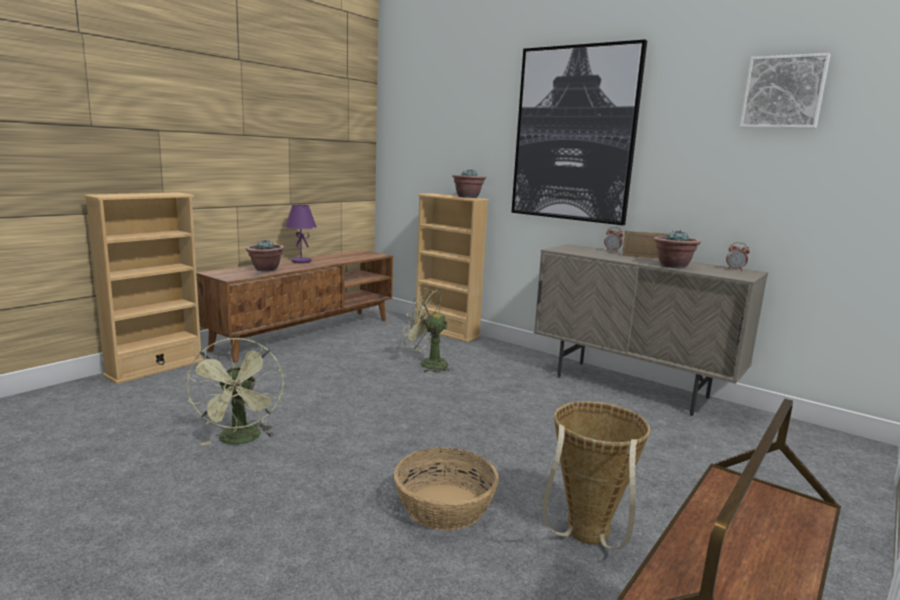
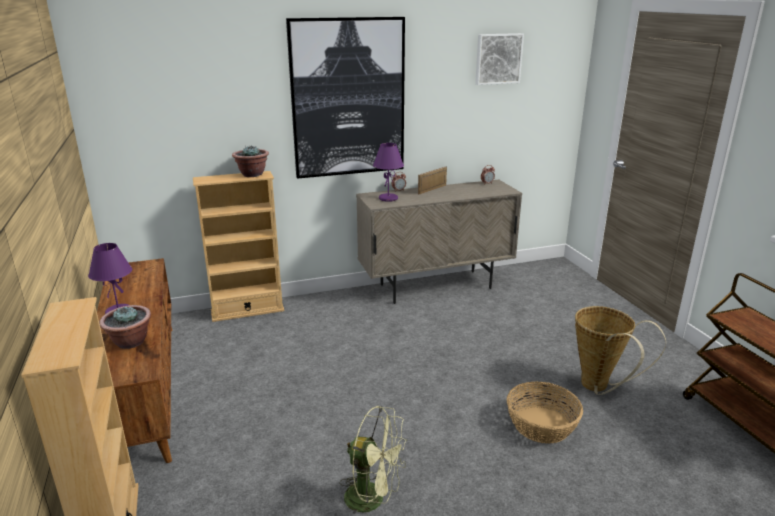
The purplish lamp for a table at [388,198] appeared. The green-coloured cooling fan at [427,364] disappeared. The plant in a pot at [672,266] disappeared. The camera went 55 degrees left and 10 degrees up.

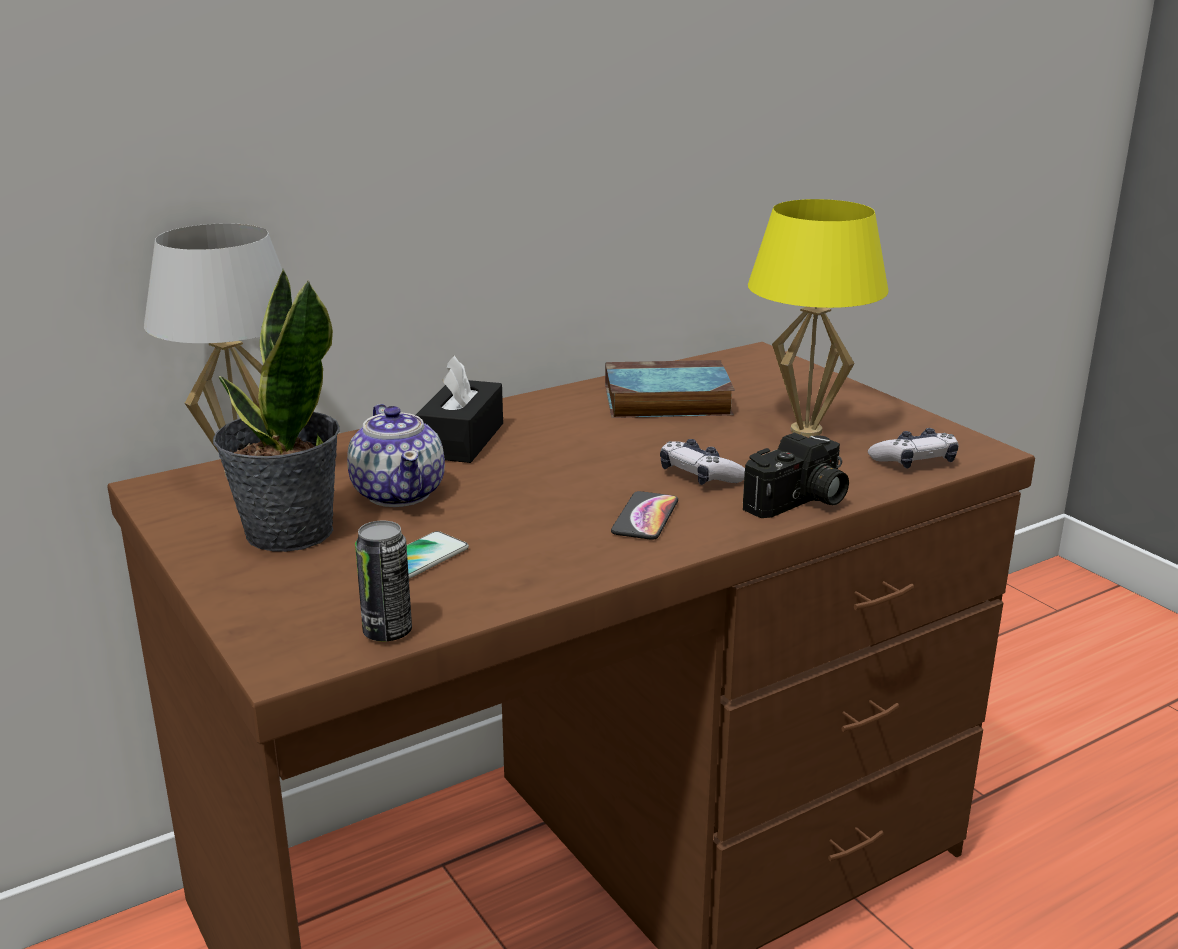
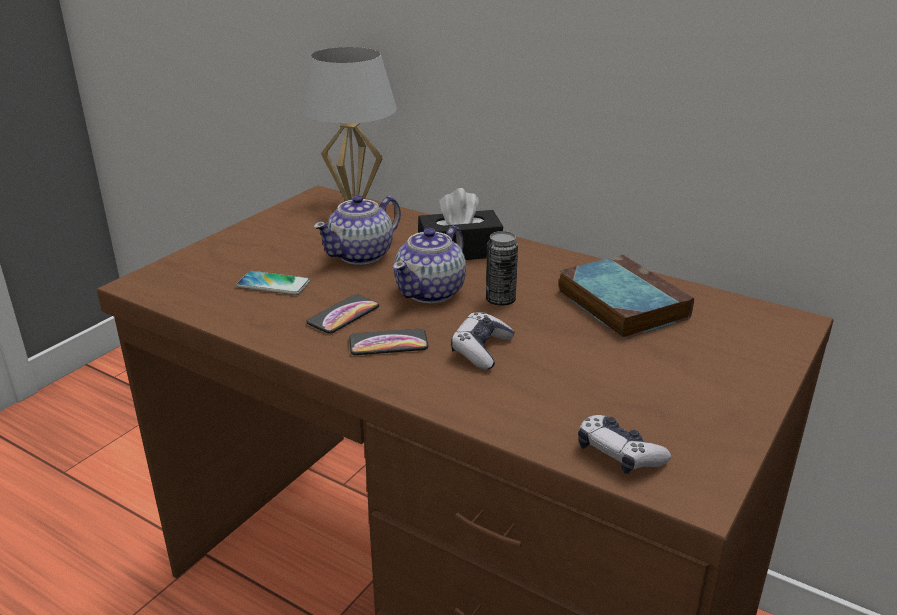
The handset at [343,315] appeared. The tea pot at [431,292] appeared. The metal can moved from [387,632] to [500,300]. The plant in a pot at [288,532] disappeared. The still camera at [800,502] disappeared. The yellow-coloured lamp for a table at [806,430] disappeared. The camera went 65 degrees right and 5 degrees up.

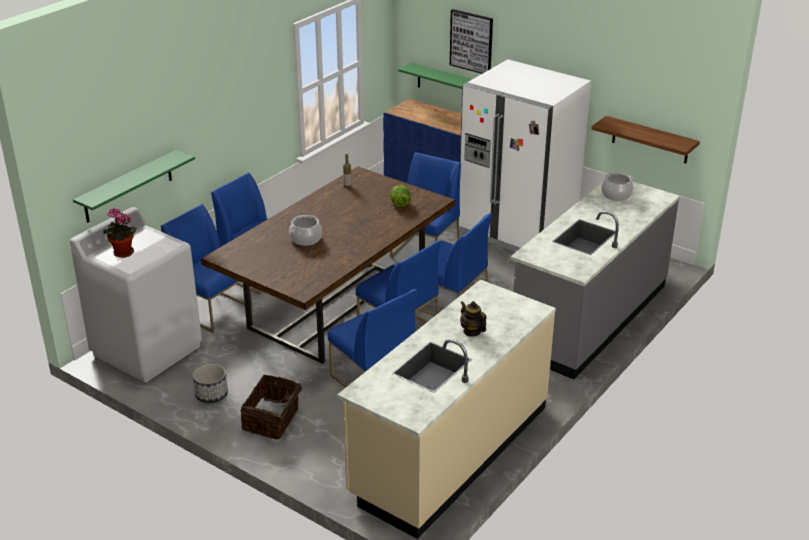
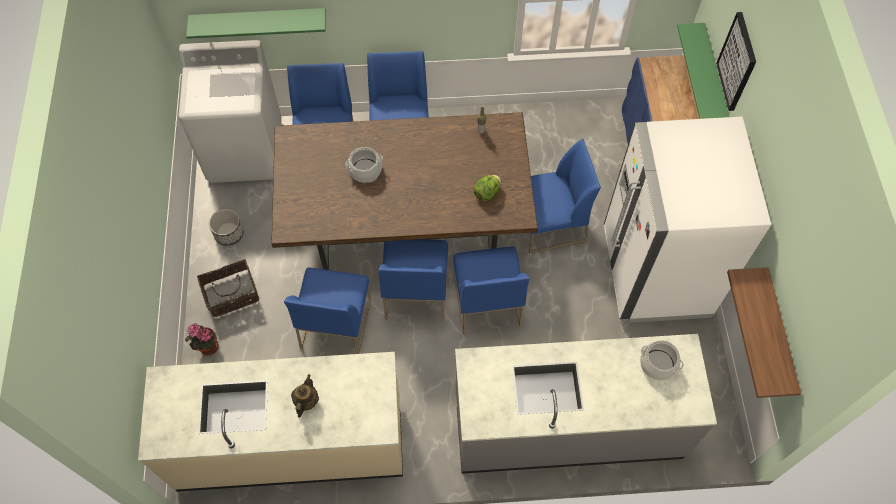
The plant in a pot moved from [122,254] to [207,347]. The camera went 50 degrees right and 30 degrees up.

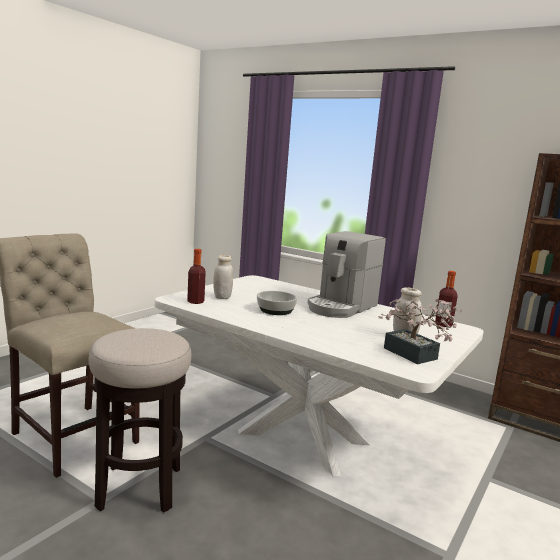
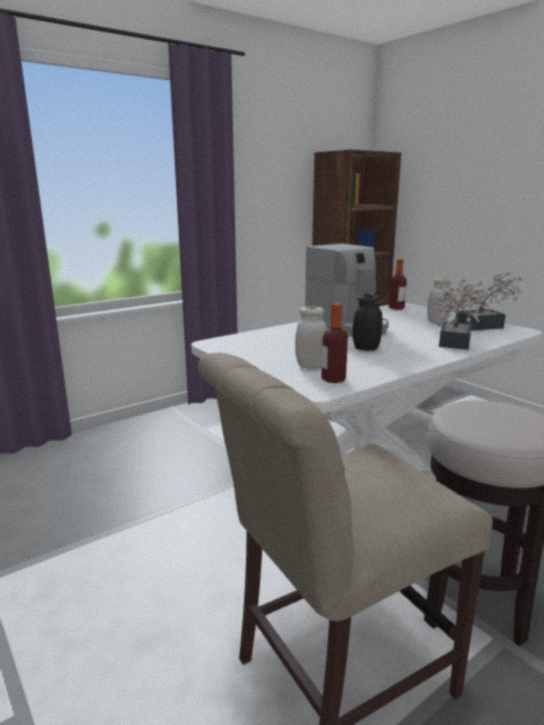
The serving bowl at [276,310] was replaced by the blackish jar at [366,348]. The plant in a pot at [455,341] appeared. The camera went 70 degrees left and 5 degrees up.

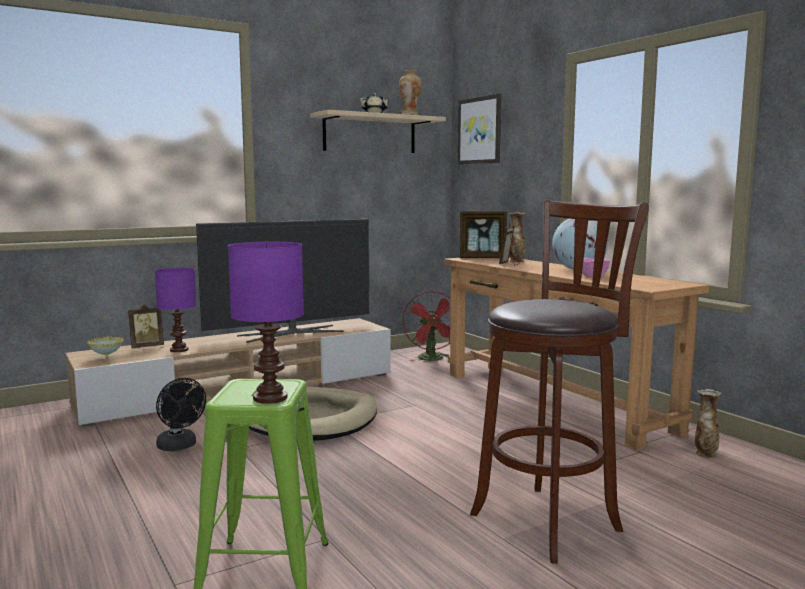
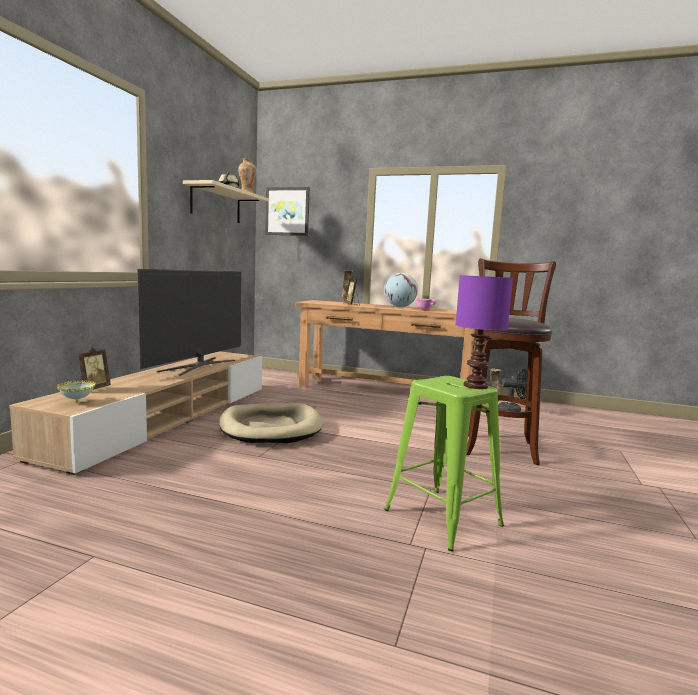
The blackish cooling fan moved from [179,446] to [513,411]. The purplish lamp for a table at [179,350] disappeared. The red cooling fan at [432,359] disappeared. The picture frame at [483,258] disappeared. The camera went 40 degrees left and 0 degrees up.

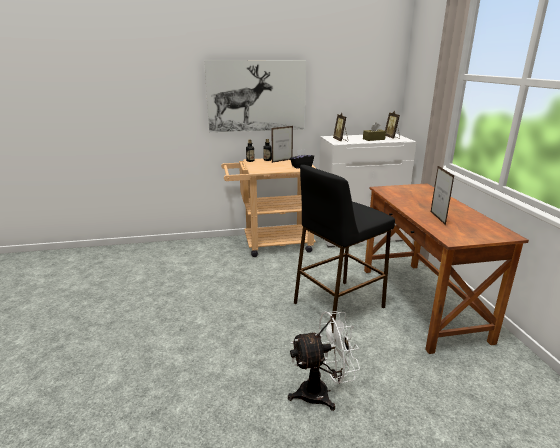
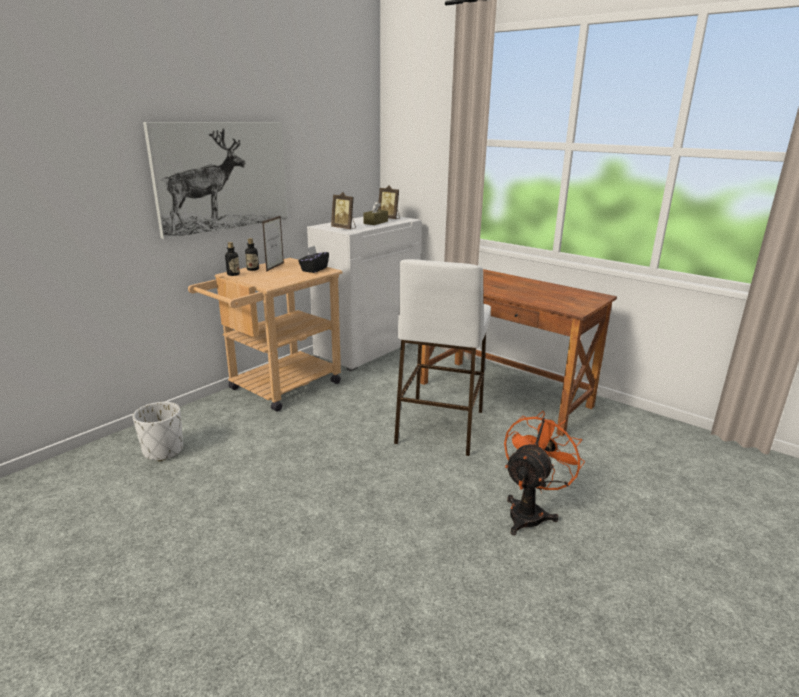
The white-coloured plant pot at [163,451] appeared. The blackish stool at [338,305] became the white-coloured stool at [440,427]. The white-coloured cooling fan at [322,392] became the orange-coloured cooling fan at [530,512]. The picture frame at [437,218] disappeared. The camera went 40 degrees left and 0 degrees up.

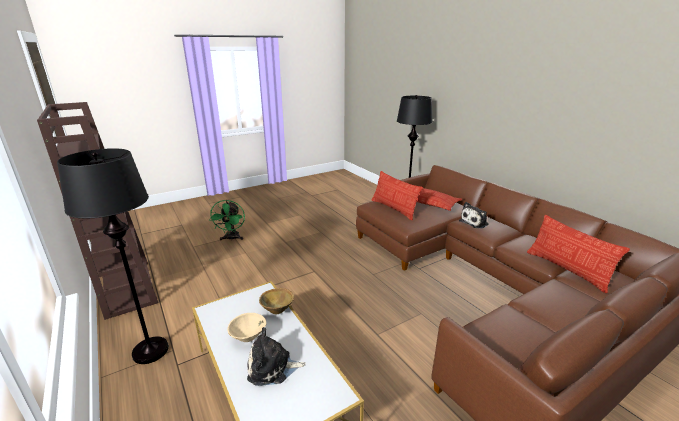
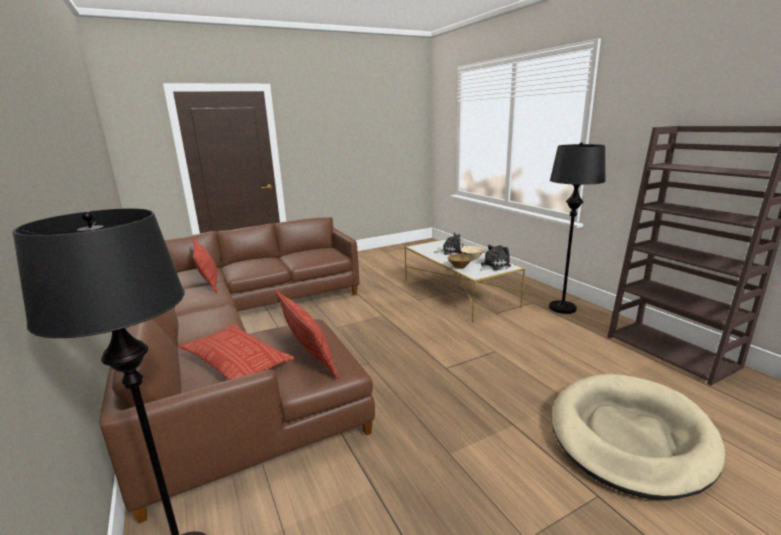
The plush toy moved from [475,222] to [493,266]. The green-coloured cooling fan at [231,238] was replaced by the beige-coloured dog cushion at [630,436]. The camera went 175 degrees left and 5 degrees down.

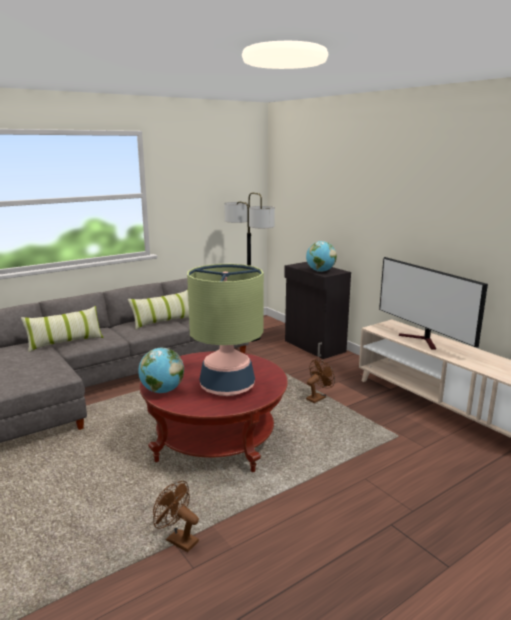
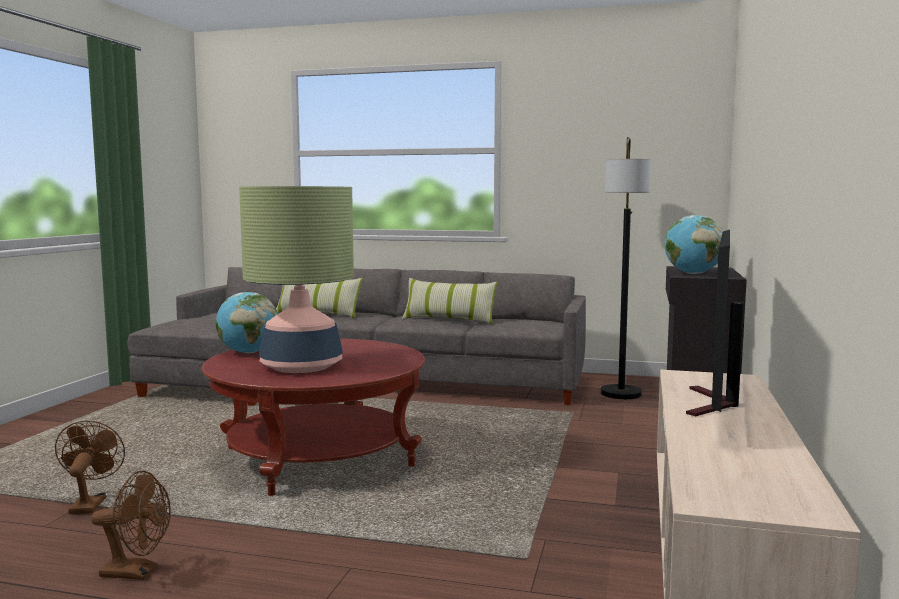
The brown cooling fan moved from [318,398] to [137,572]. The camera went 50 degrees right and 10 degrees down.

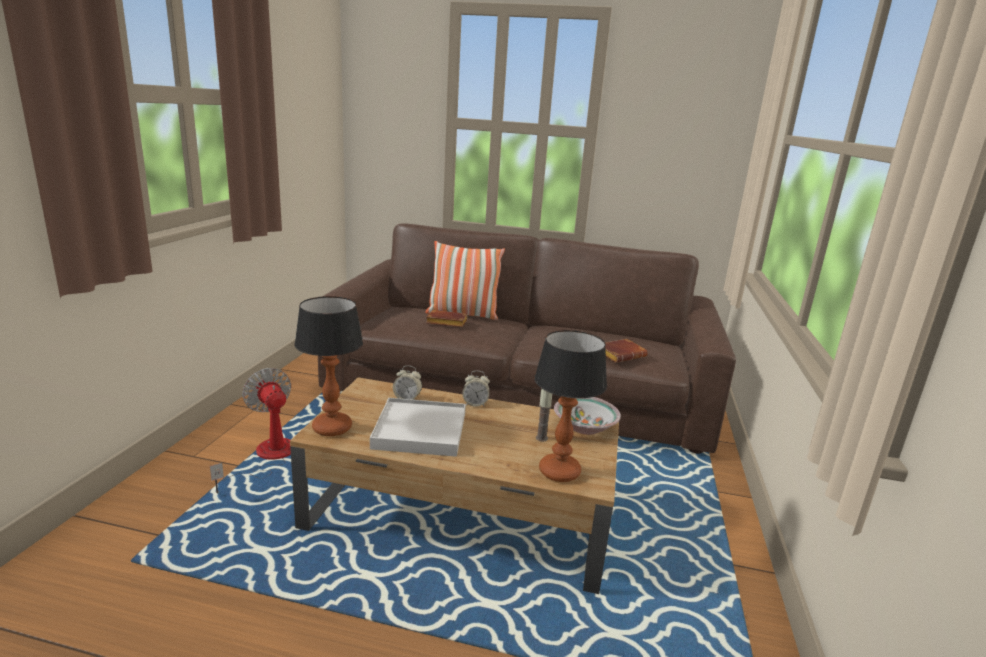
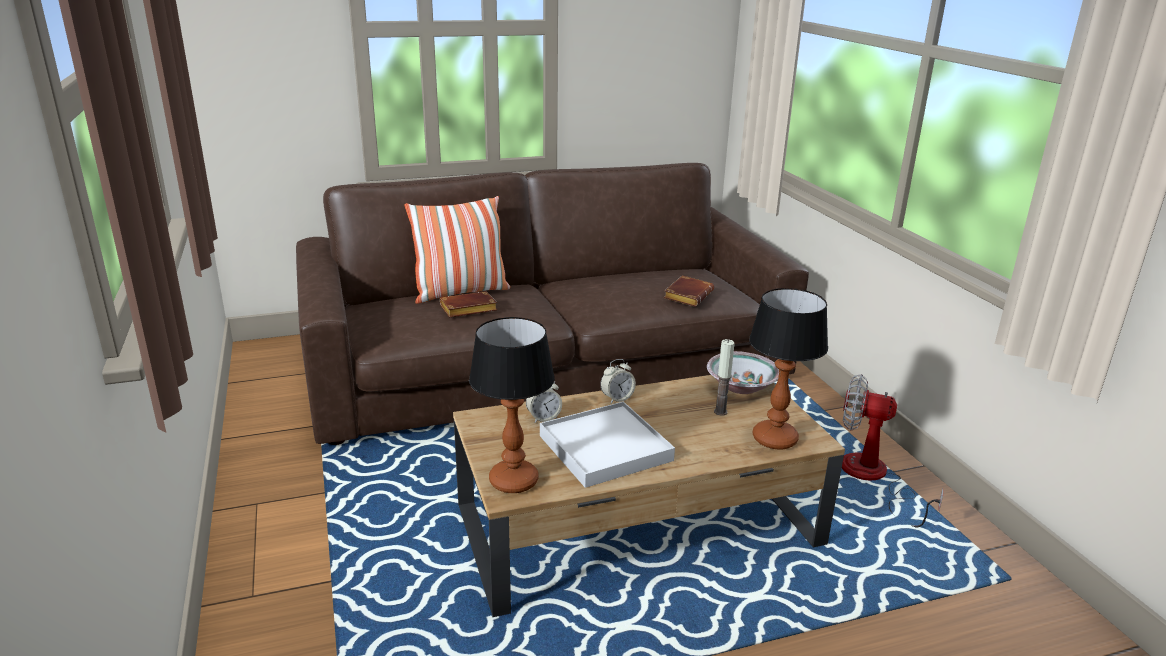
The cooling fan moved from [267,458] to [873,479]. The camera went 30 degrees left and 5 degrees up.

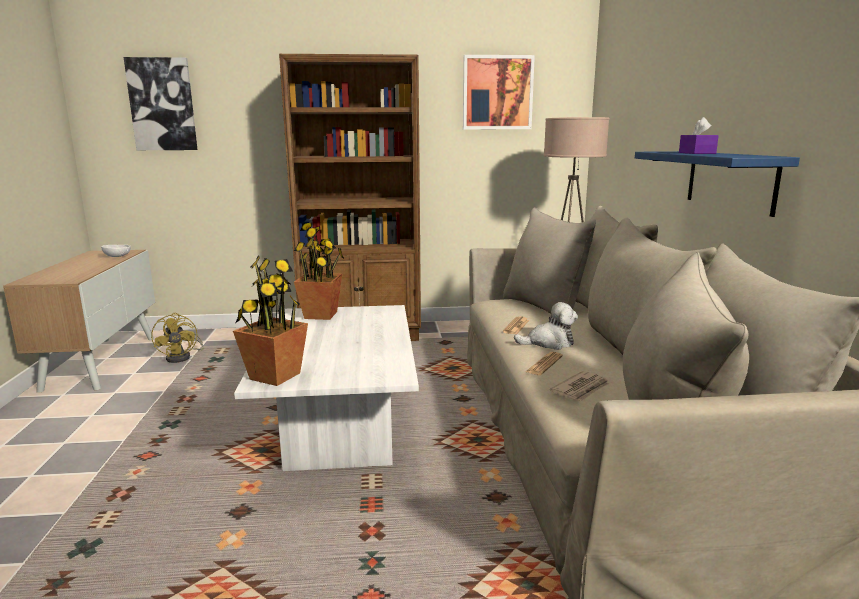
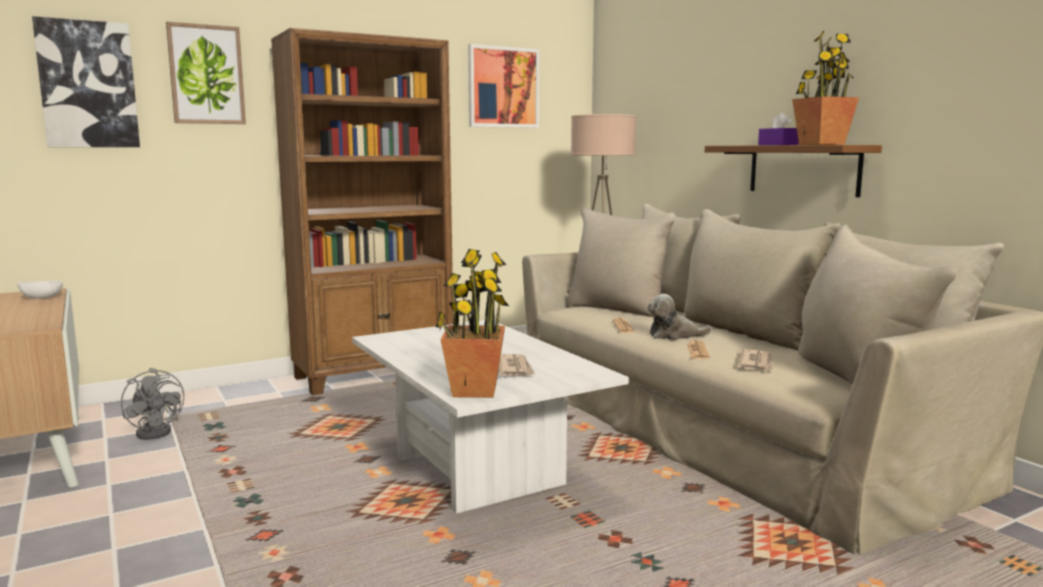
The yellow-coloured cooling fan at [183,357] became the gray cooling fan at [158,431]. The wall picture at [206,75] appeared. The newspaper at [515,368] appeared. The plush toy at [549,343] turned 150 degrees counterclockwise. The blue-coloured bracket shelf at [730,180] became the brown bracket shelf at [803,169]. The plant in a pot moved from [321,315] to [821,144]. The camera went 25 degrees left and 5 degrees down.

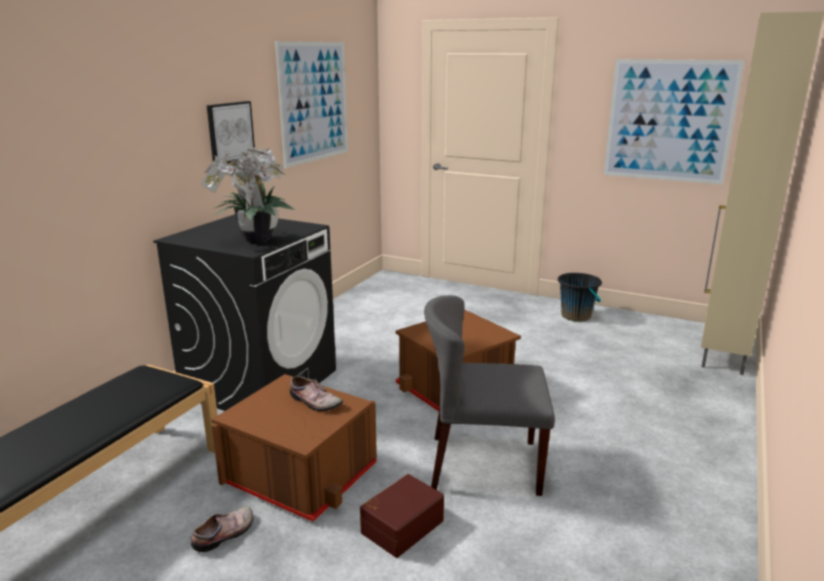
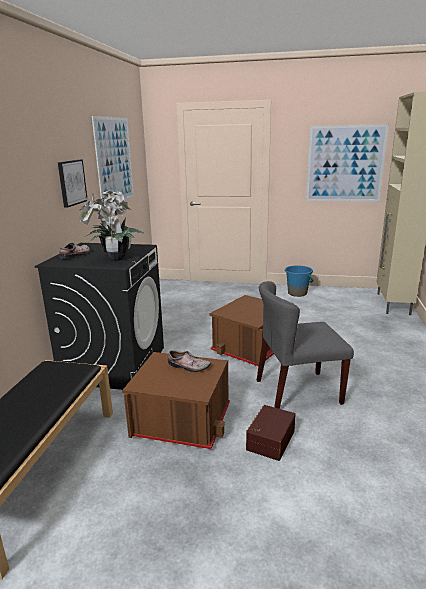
The item of footwear moved from [225,534] to [76,255]. The blackish water bucket at [576,316] became the blue-coloured water bucket at [297,293]. The camera went 15 degrees left and 0 degrees up.

